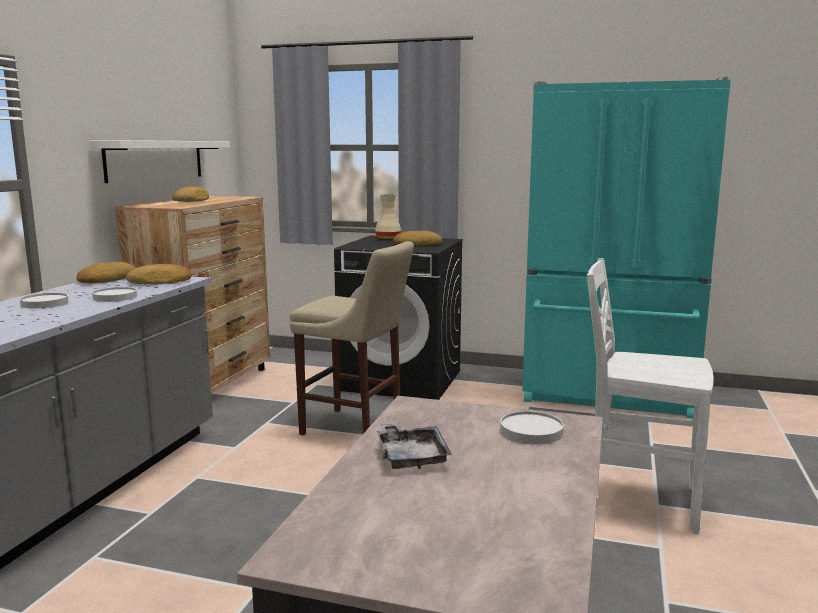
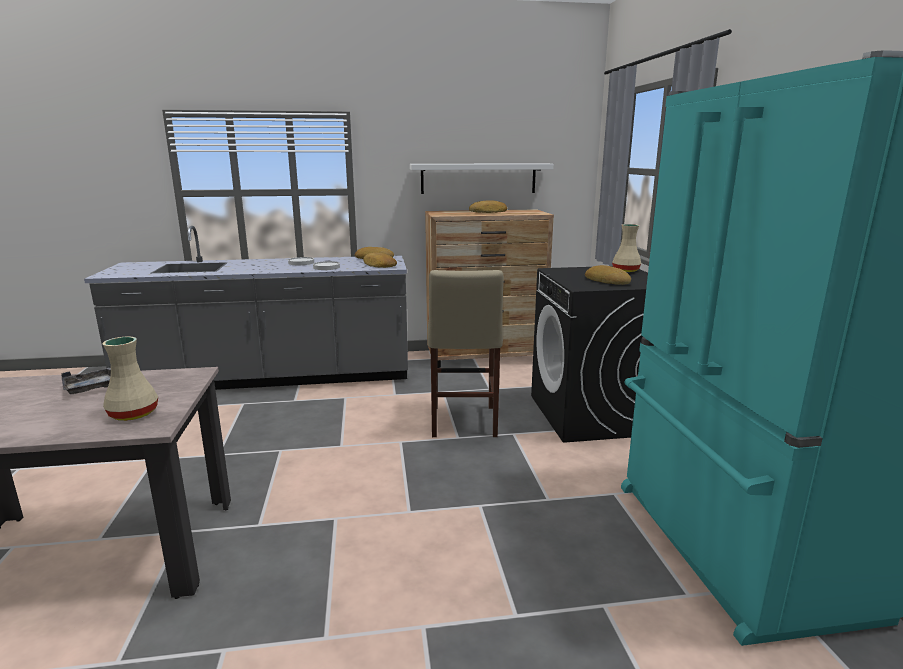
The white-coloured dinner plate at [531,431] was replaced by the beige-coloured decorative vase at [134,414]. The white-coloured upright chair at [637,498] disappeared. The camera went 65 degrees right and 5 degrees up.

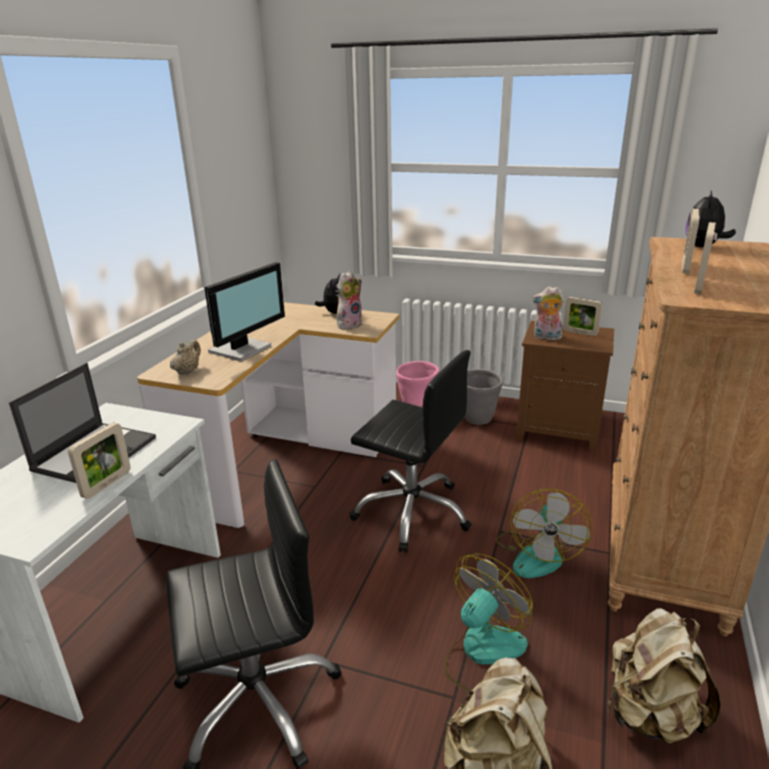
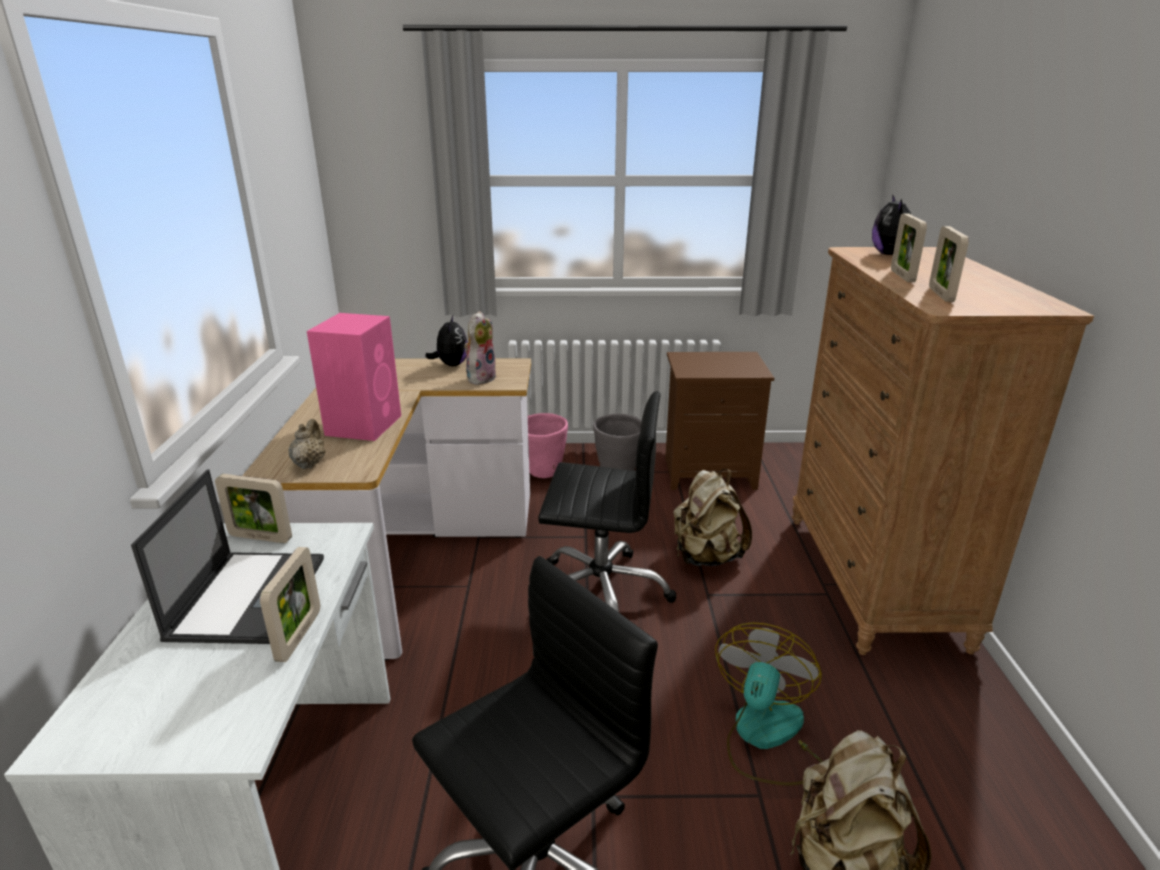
The picture frame moved from [580,332] to [260,537]. The computer display at [242,349] was replaced by the pink speaker at [365,424]. The beige-coloured rucksack moved from [650,714] to [706,557]. The cooling fan at [537,554] disappeared. The plush toy at [546,338] disappeared. The camera went 20 degrees left and 0 degrees up.

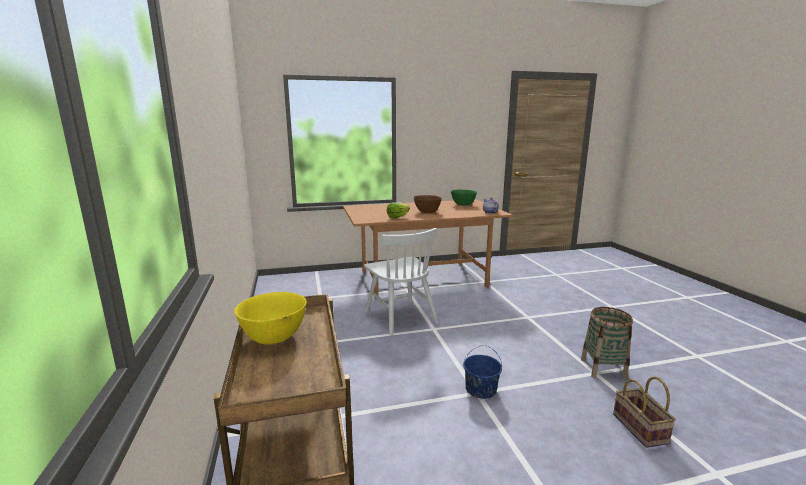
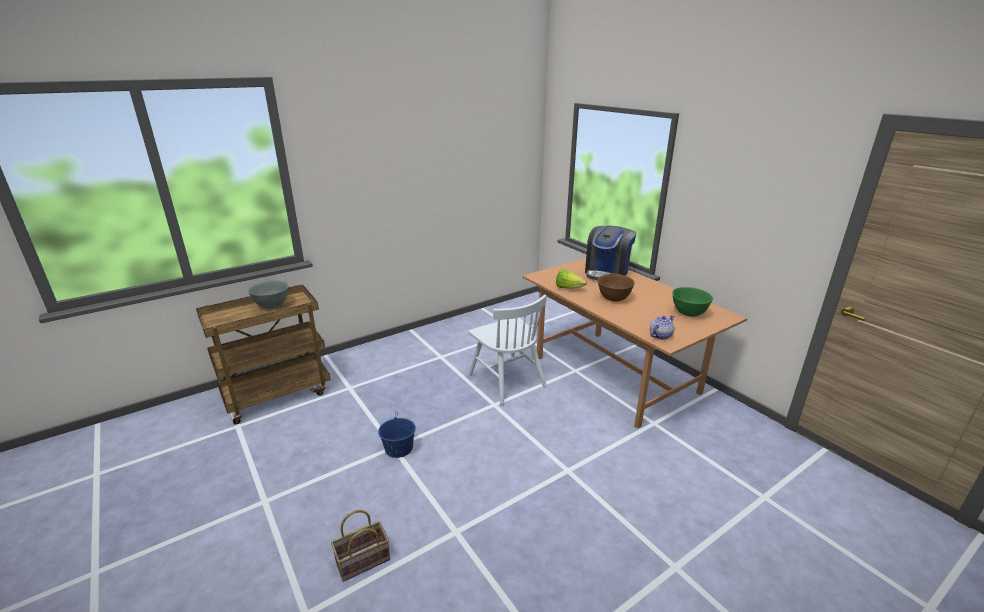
The yellow-coloured serving bowl at [274,338] became the gray serving bowl at [271,305]. The white-coloured upright chair at [400,317] turned 75 degrees counterclockwise. The coffee maker at [607,273] appeared. The storage basket at [603,369] disappeared. The camera went 70 degrees right and 10 degrees up.

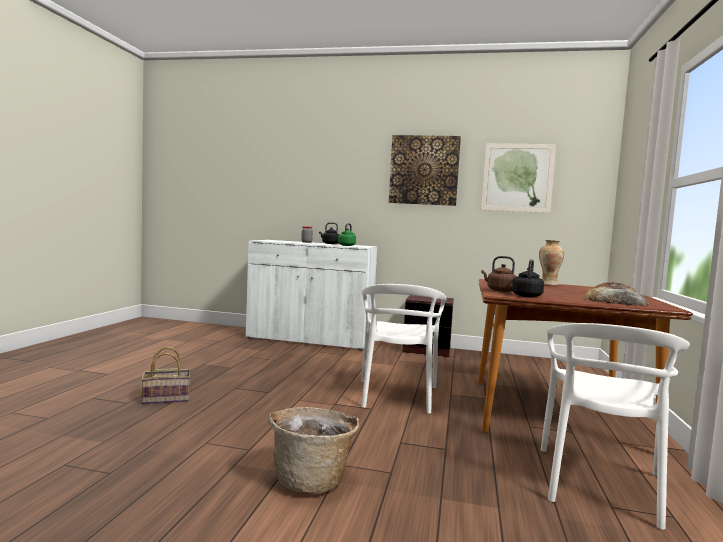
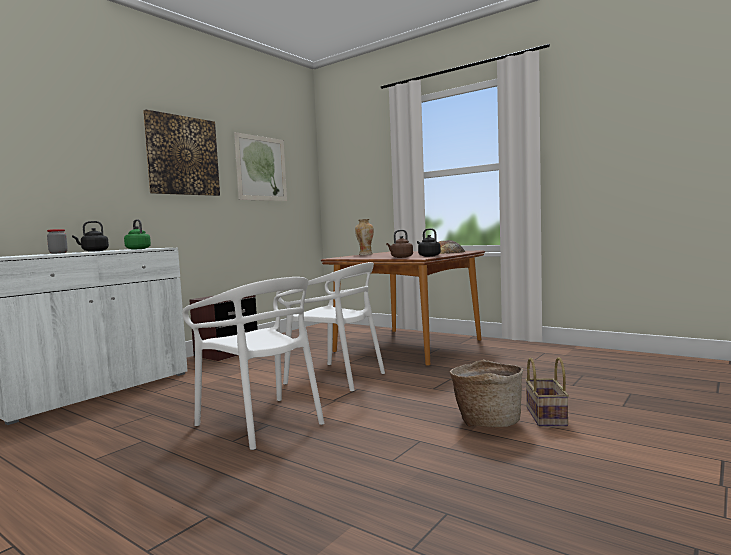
The white-coloured upright chair moved from [600,484] to [261,423]. The storage basket moved from [167,398] to [544,416]. The camera went 65 degrees left and 0 degrees up.

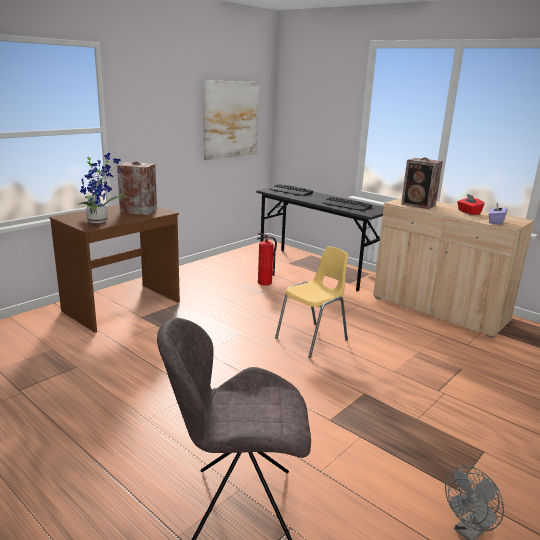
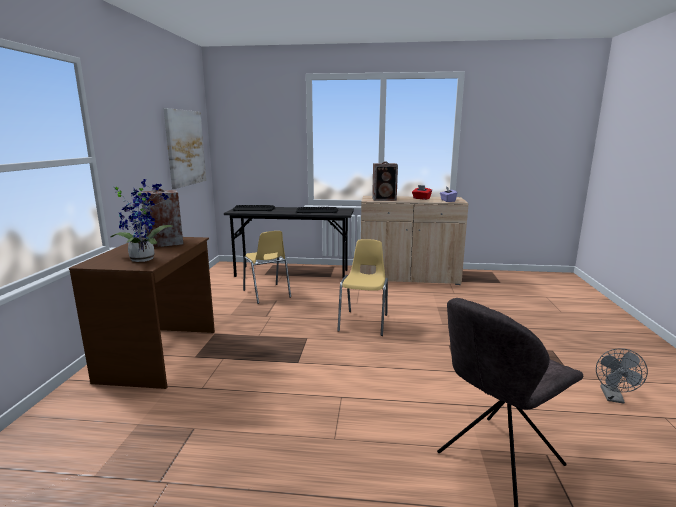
The fire extinguisher at [265,282] was replaced by the yellow-coloured upright chair at [267,294]. The camera went 35 degrees left and 5 degrees down.

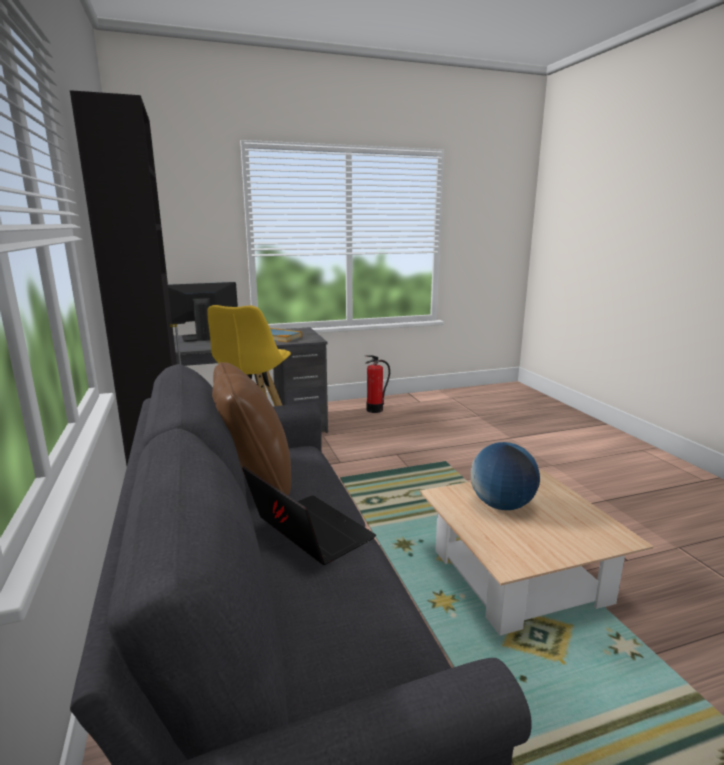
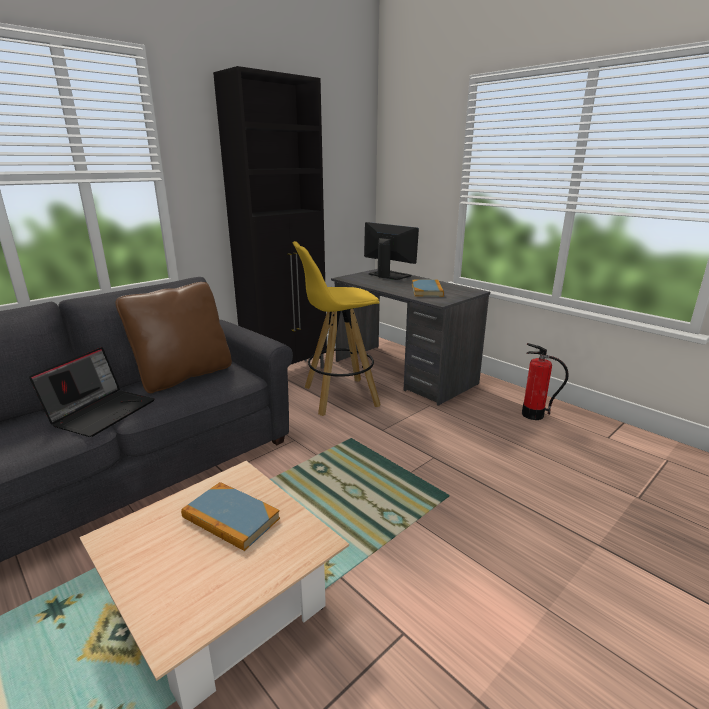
The desk globe at [501,505] was replaced by the volume at [231,518]. The camera went 65 degrees right and 5 degrees up.

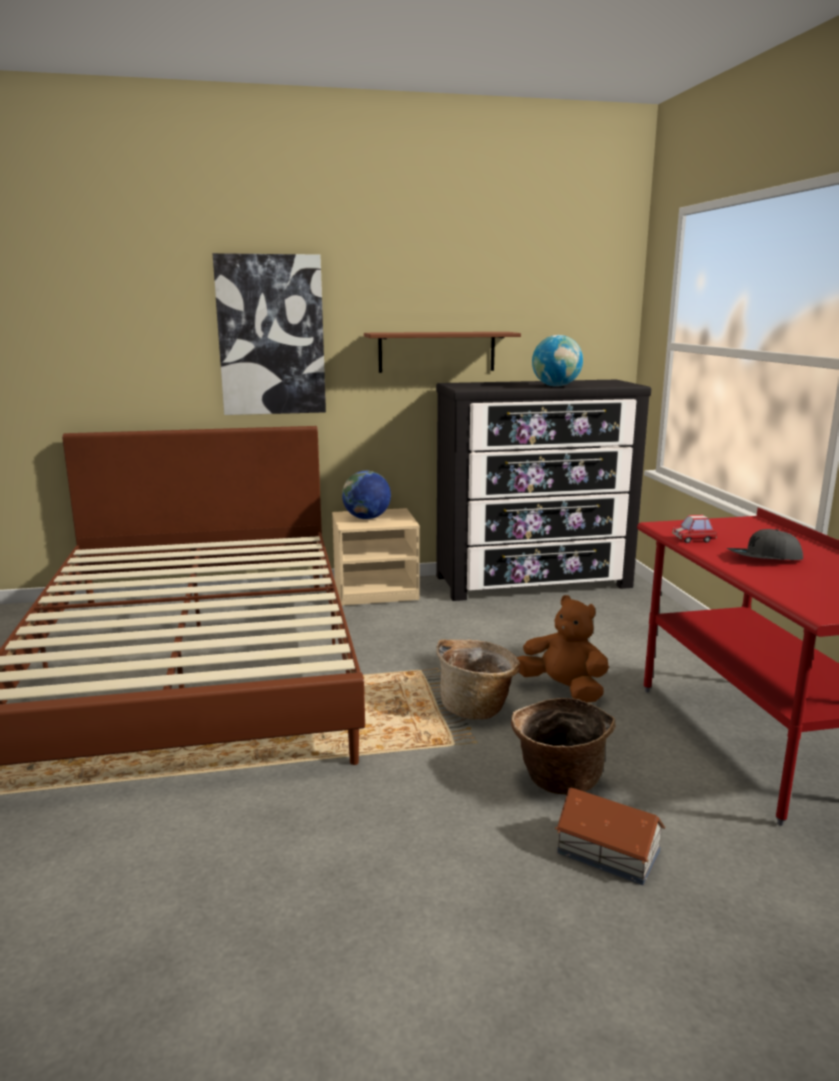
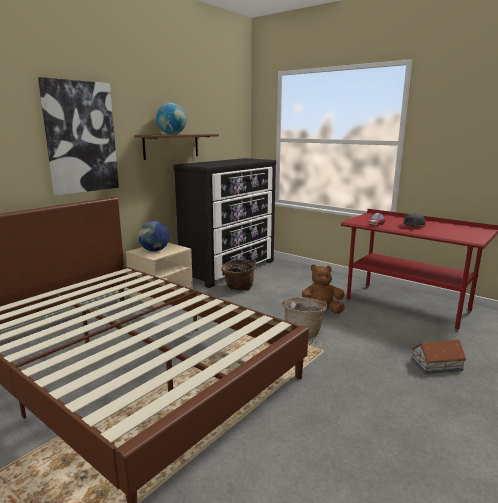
The desk globe moved from [556,386] to [172,134]. The storage basket moved from [558,780] to [238,288]. The camera went 40 degrees left and 0 degrees up.

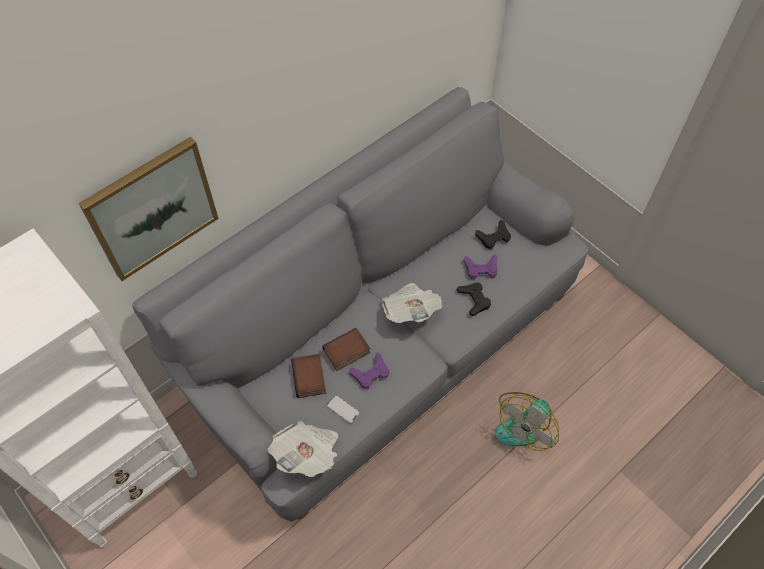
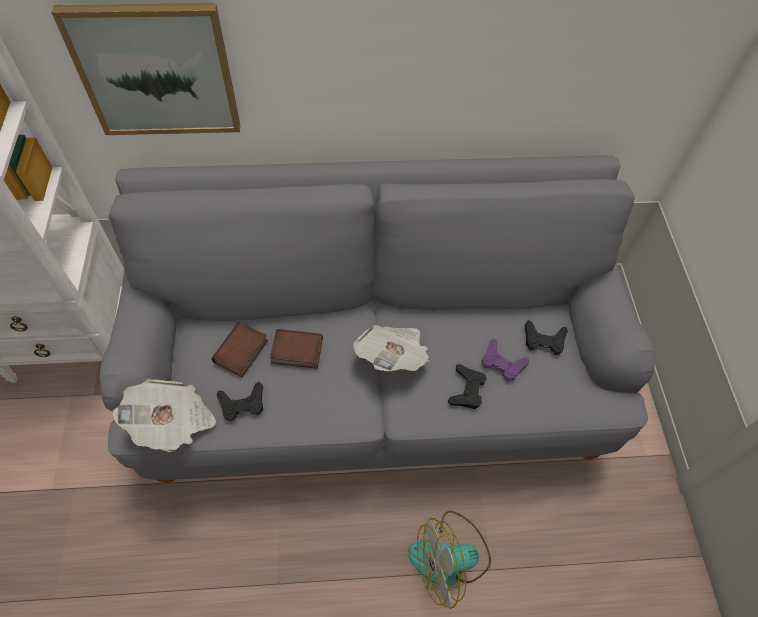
The handset at [343,409] was replaced by the blackish joypad at [242,404]. The purplish joypad at [371,373] disappeared. The camera went 35 degrees right and 0 degrees up.

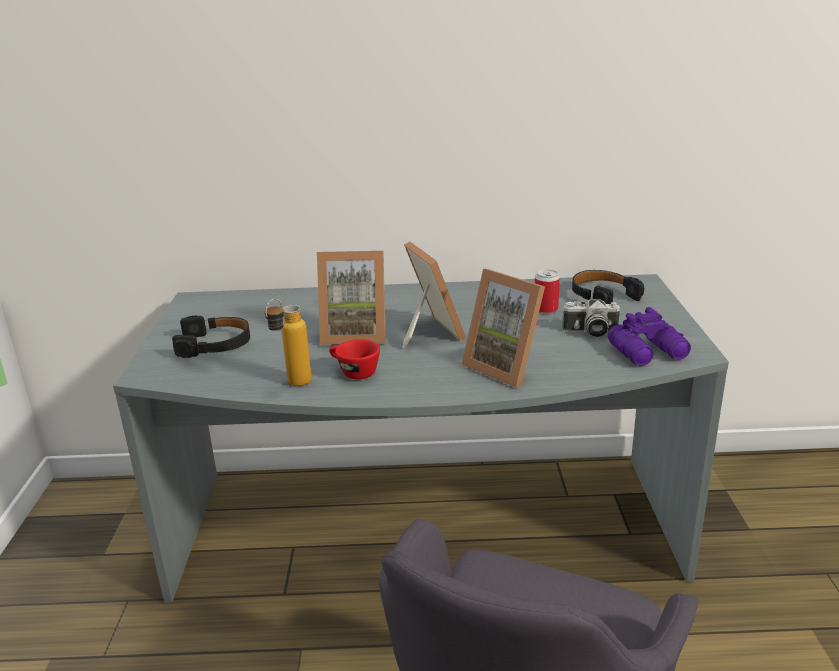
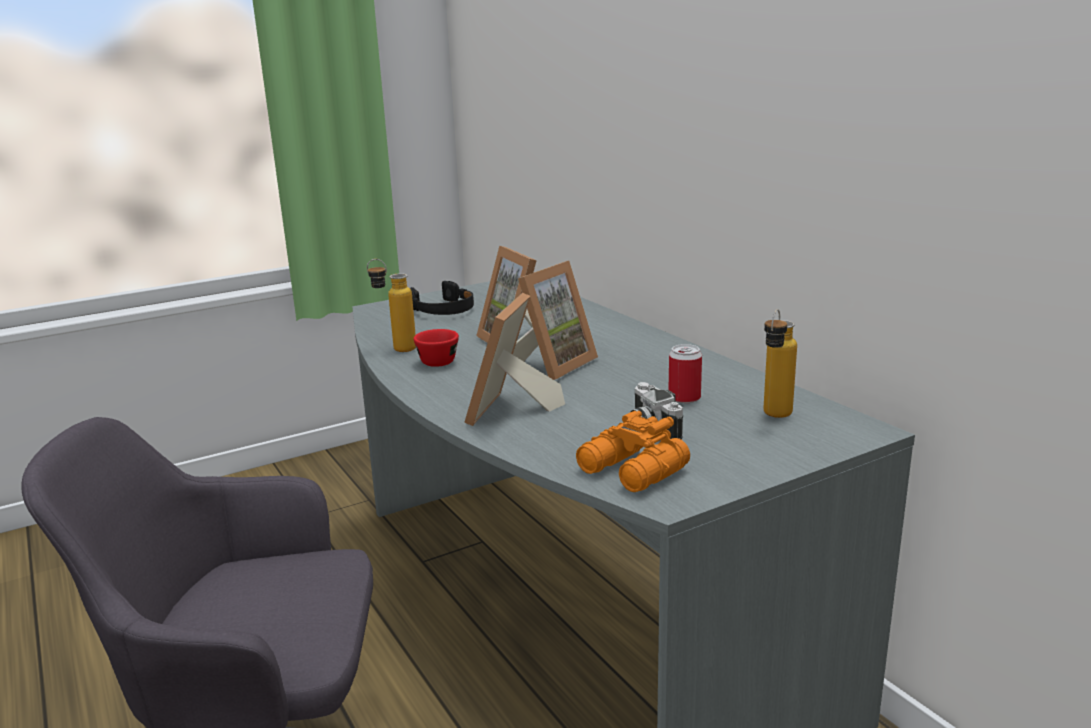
The purplish pair of binoculars at [649,352] became the orange-coloured pair of binoculars at [632,471]. The blackish headset at [602,296] was replaced by the drink bottle at [774,417]. The camera went 60 degrees right and 5 degrees down.

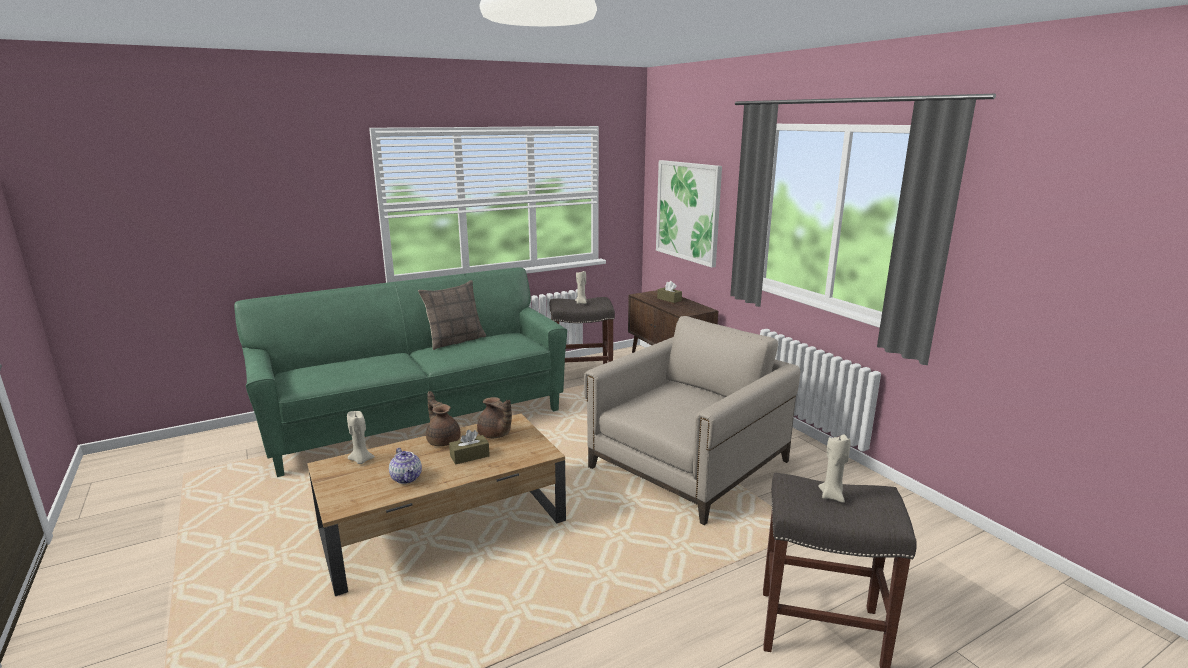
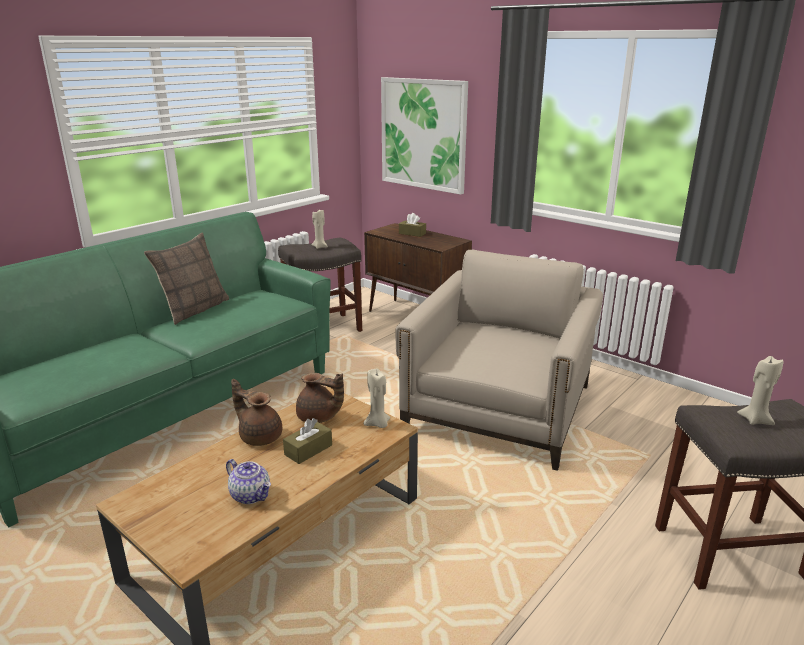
The beige-coloured candle moved from [361,460] to [378,424]. The camera went 20 degrees left and 5 degrees up.

